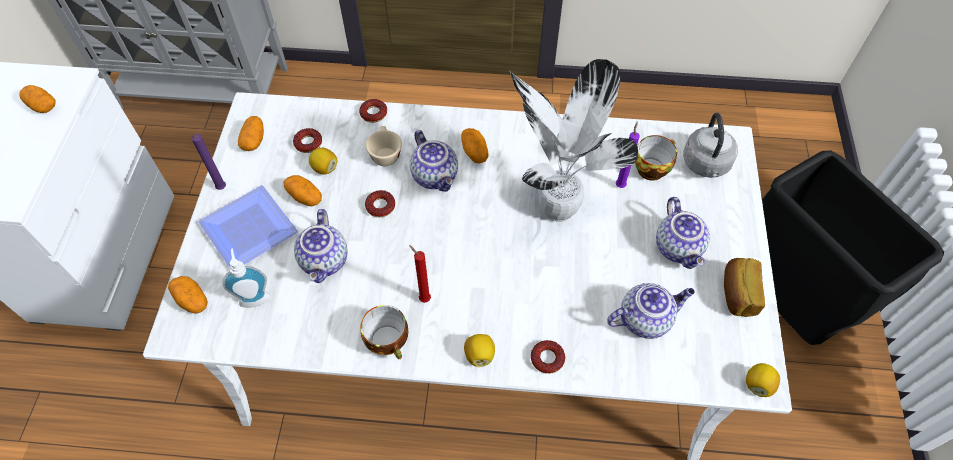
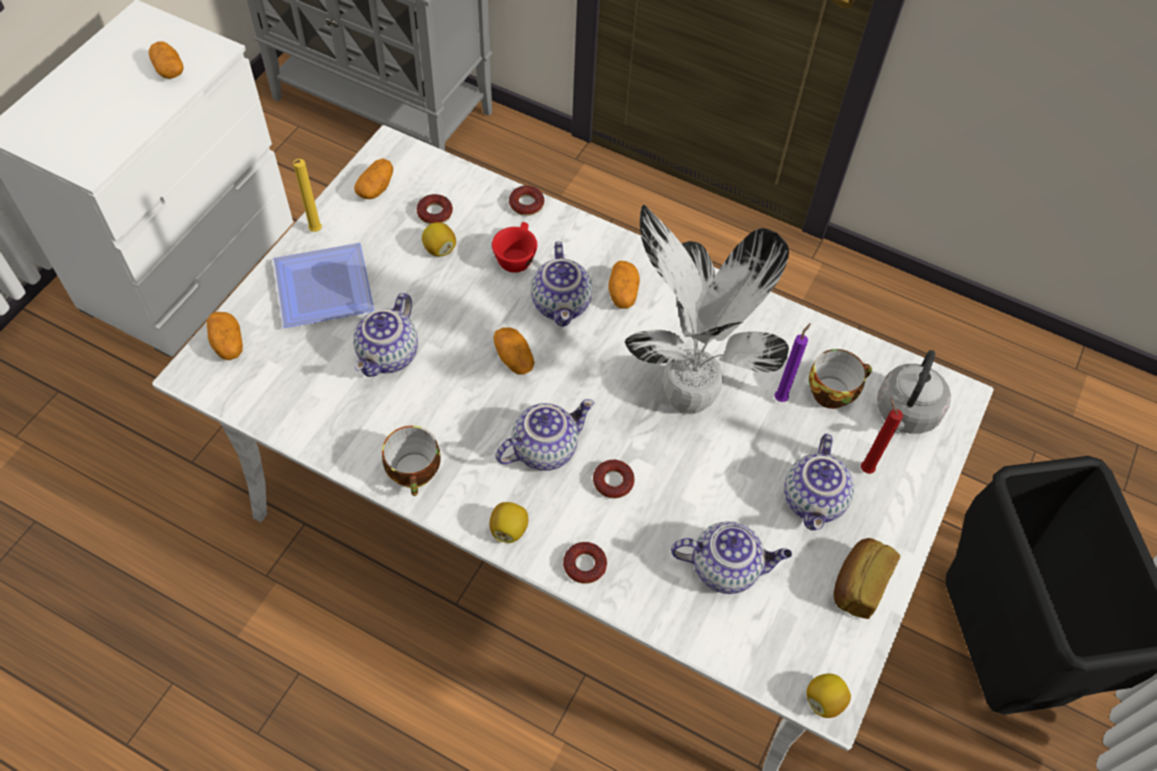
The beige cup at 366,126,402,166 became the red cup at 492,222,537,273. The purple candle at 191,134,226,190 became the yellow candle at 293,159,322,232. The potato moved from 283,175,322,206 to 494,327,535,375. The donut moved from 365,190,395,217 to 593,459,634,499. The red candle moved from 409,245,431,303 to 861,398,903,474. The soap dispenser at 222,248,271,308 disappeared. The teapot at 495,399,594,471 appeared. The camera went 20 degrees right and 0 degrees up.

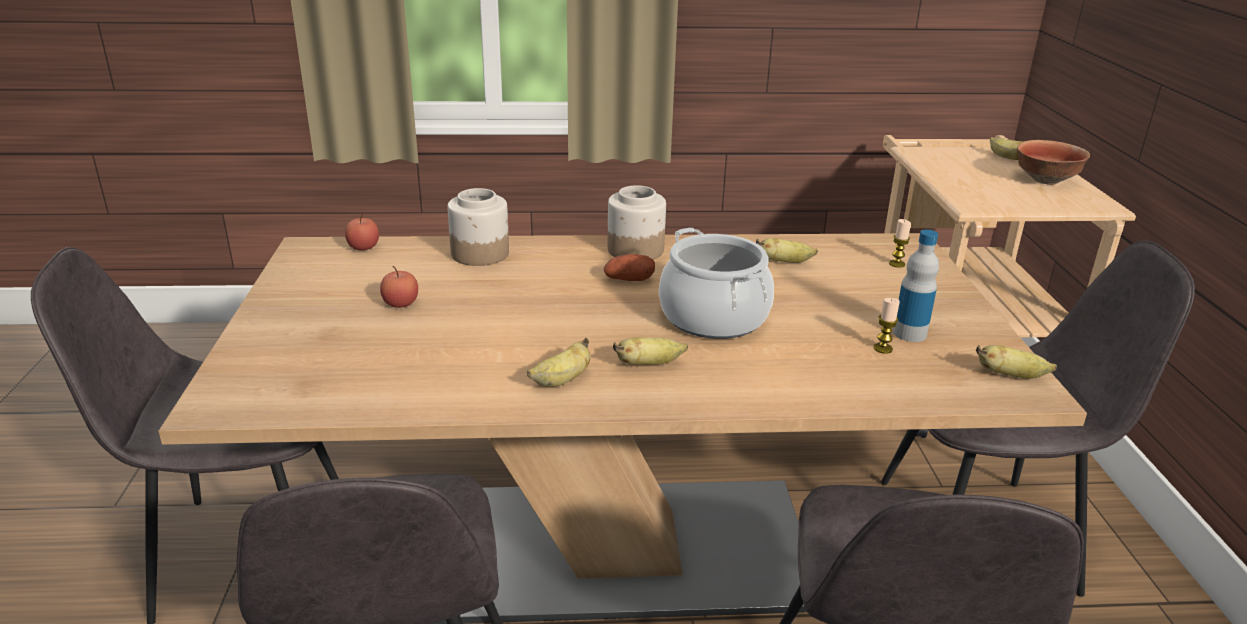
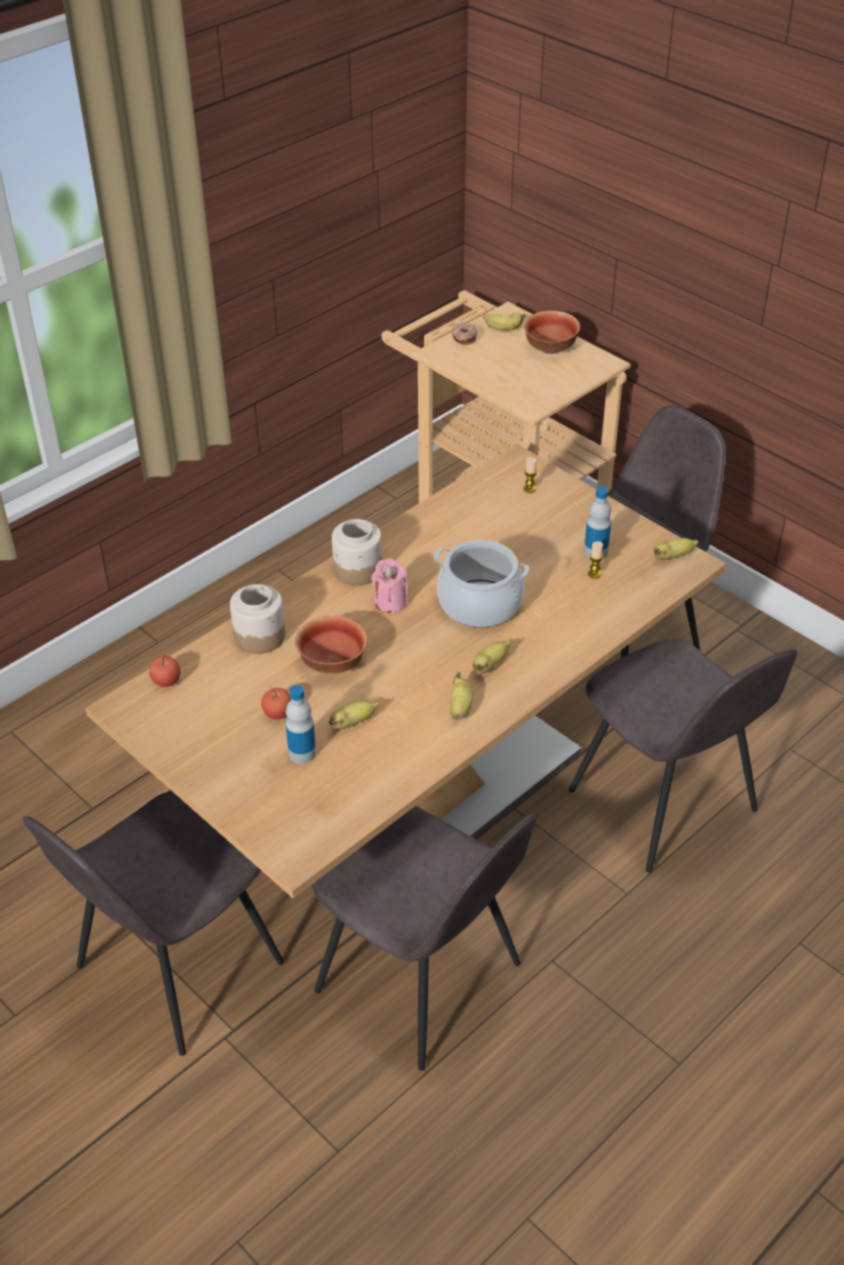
The banana moved from 756,238,818,263 to 329,700,379,729. The potato at 604,254,655,281 was replaced by the pink candle at 371,558,409,613. The donut at 452,322,478,345 appeared. The bowl at 295,616,368,674 appeared. The bottle at 286,685,316,764 appeared. The camera went 40 degrees left and 15 degrees up.

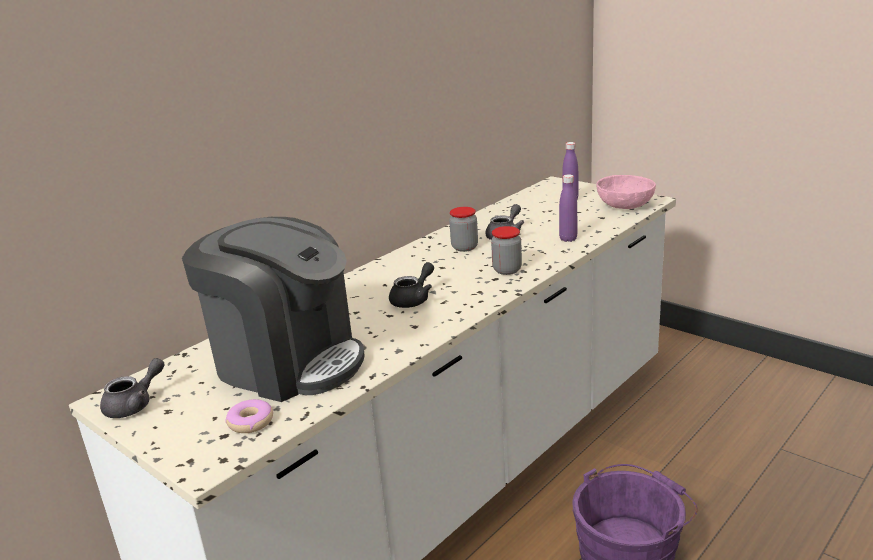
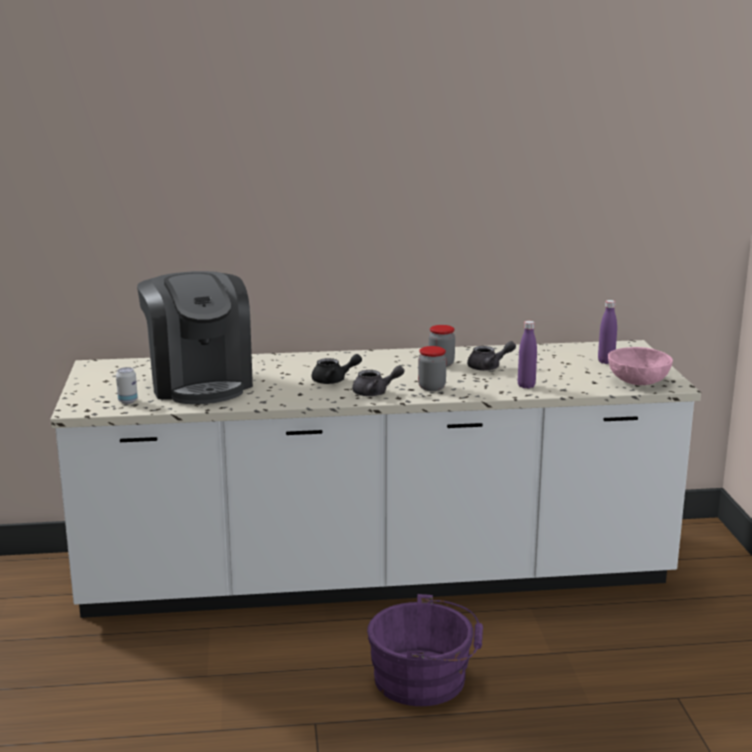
The grey teapot moved from 100,358,165,418 to 352,366,405,396. The donut at 225,399,273,433 was replaced by the can at 116,367,138,404. The camera went 40 degrees right and 5 degrees down.

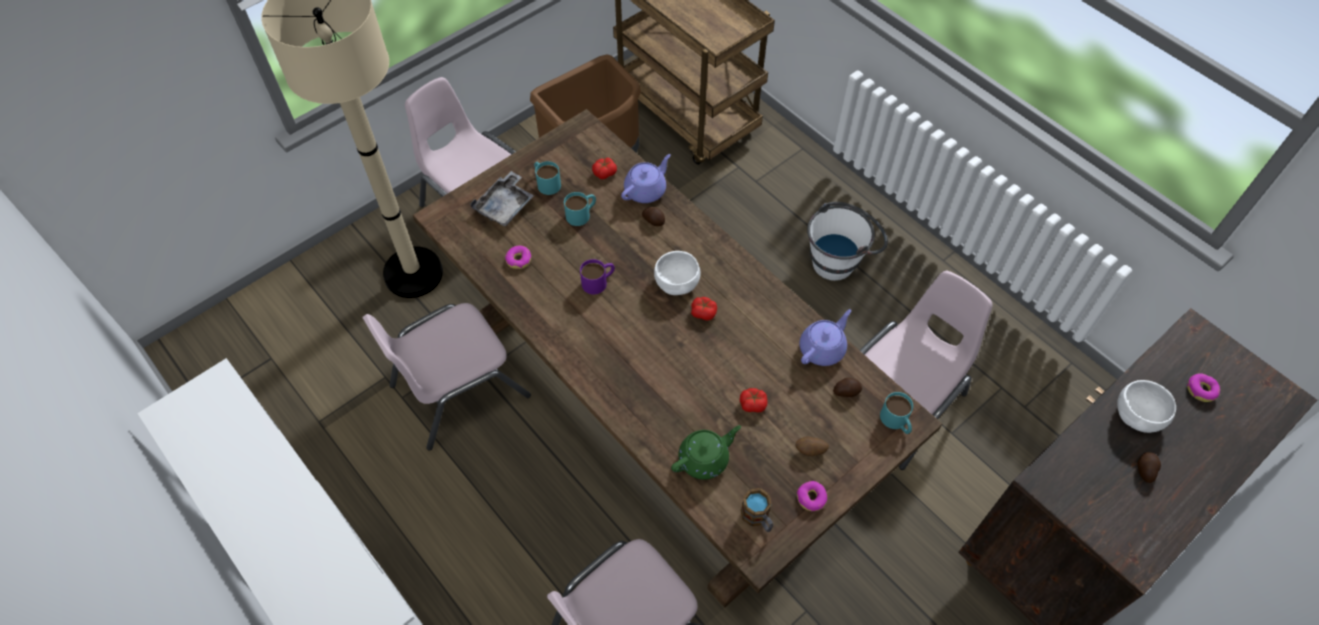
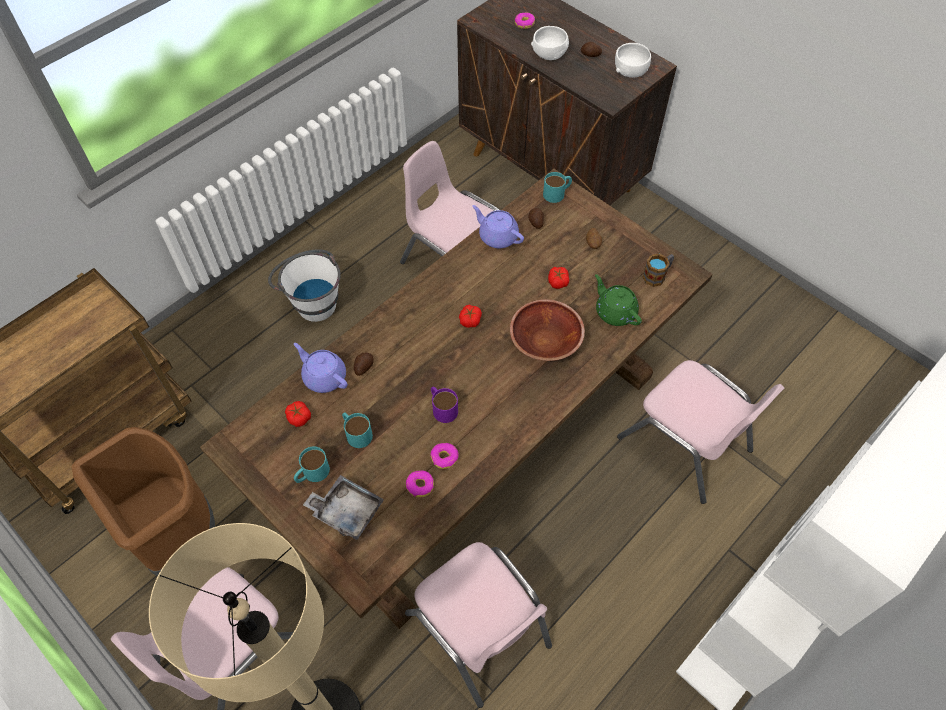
The white bowl moved from 654,251,701,295 to 615,43,651,78. The donut moved from 797,481,827,512 to 430,443,459,469. The brown bowl at 510,299,585,361 appeared. The camera went 95 degrees left and 0 degrees up.

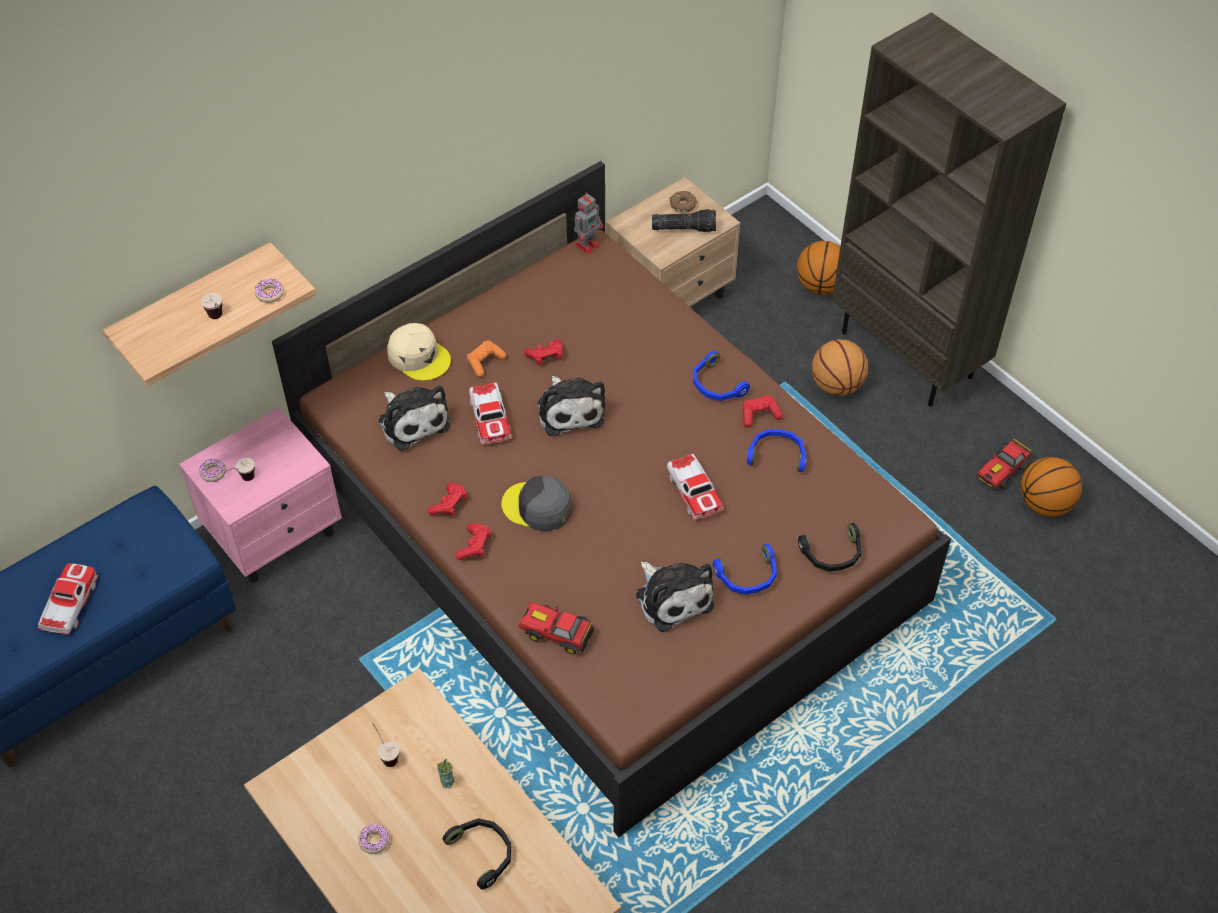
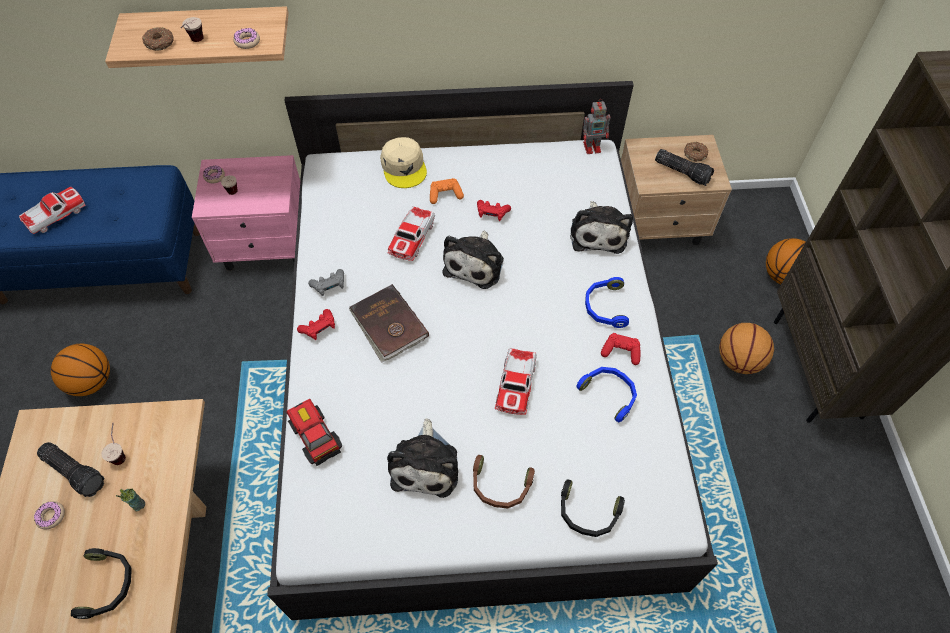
The brown bed at 272,161,951,837 became the white bed at 267,81,718,620. The plush toy moved from 378,386,450,451 to 570,201,633,254. The toy car at 976,438,1032,489 disappeared. The basketball moved from 1021,457,1082,517 to 51,344,110,396. The grey cap at 501,476,573,531 was replaced by the brown book at 349,284,429,363. The red game controller at 428,482,467,516 became the grey game controller at 308,269,344,296. The blue headphones at 713,544,777,595 became the brown headphones at 473,455,535,509. The donut at 142,27,174,51 appeared. The flashlight at 37,442,105,497 appeared. The camera went 35 degrees right and 5 degrees up.

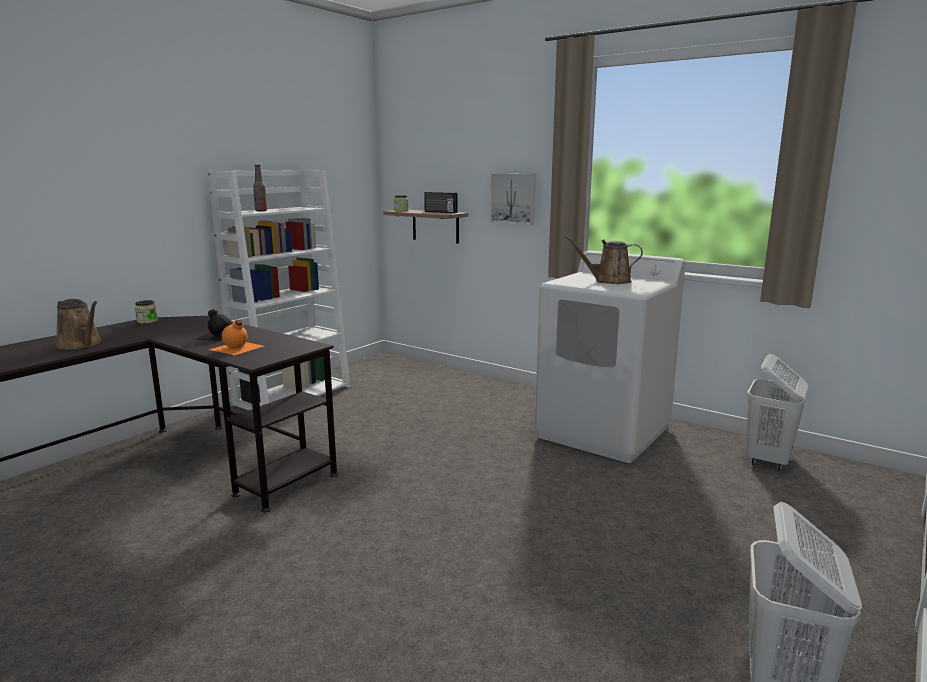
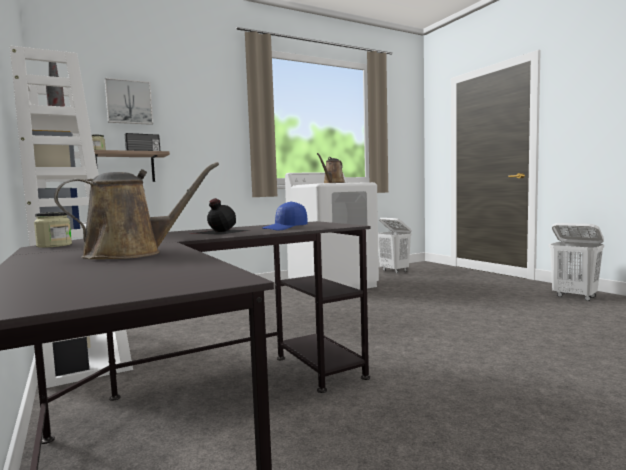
The picture moved from 490,173,536,224 to 105,78,153,125. The orange bottle at 209,320,263,355 was replaced by the blue cap at 263,201,308,230. The camera went 65 degrees left and 10 degrees down.

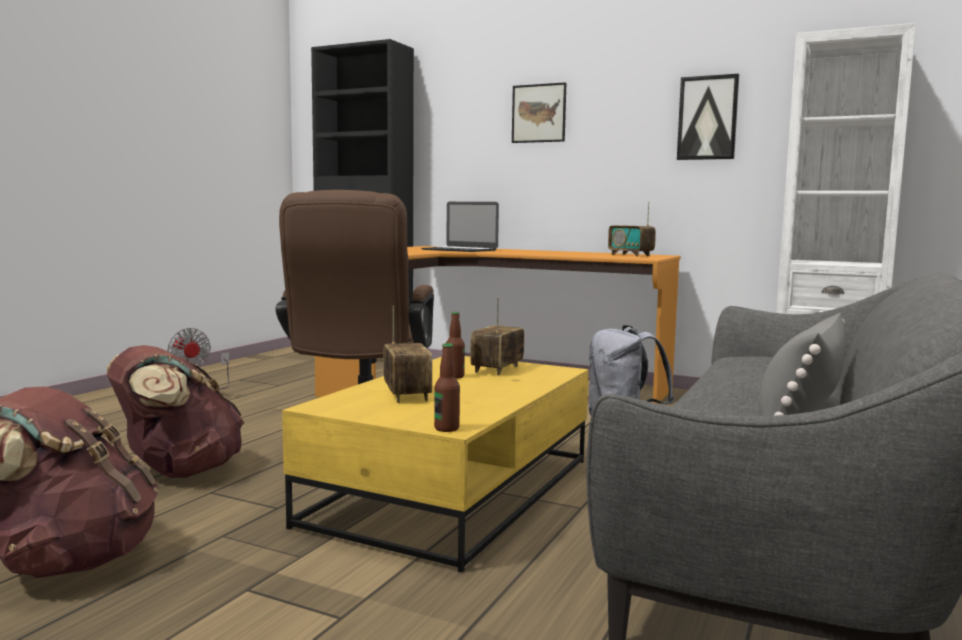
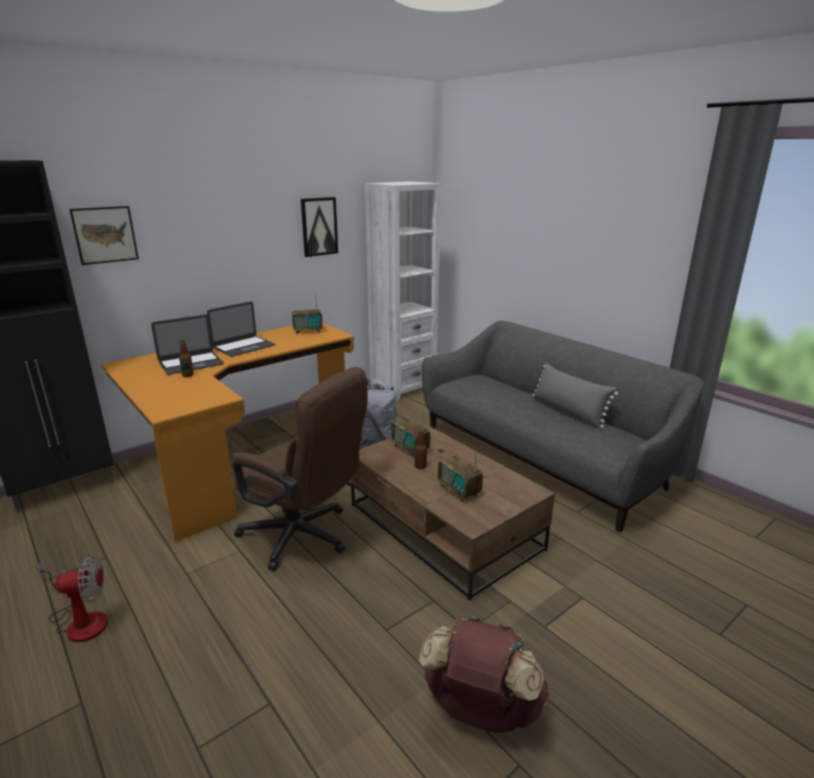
The picture moved from 512,82,566,143 to 69,206,139,265. The radio at 383,306,432,403 turned 135 degrees counterclockwise. The bottle moved from 434,343,460,432 to 179,338,194,377. The brown backpack at 106,345,244,478 disappeared. The yellow coffee table at 282,356,588,573 became the brown coffee table at 350,424,555,601. The laptop at 207,302,276,357 appeared. The camera went 65 degrees left and 15 degrees up.

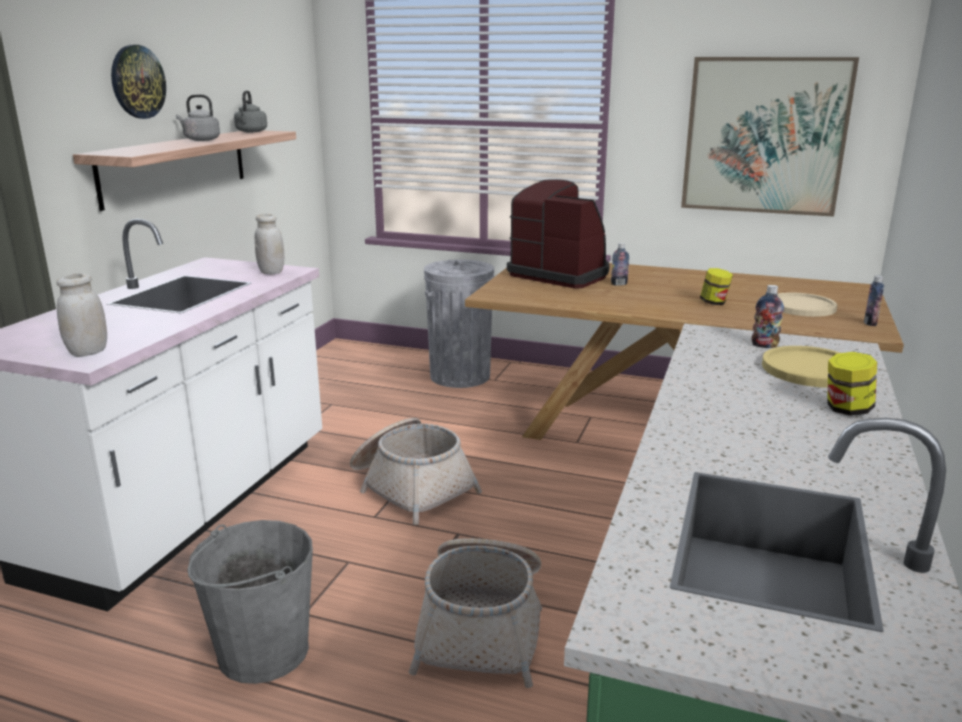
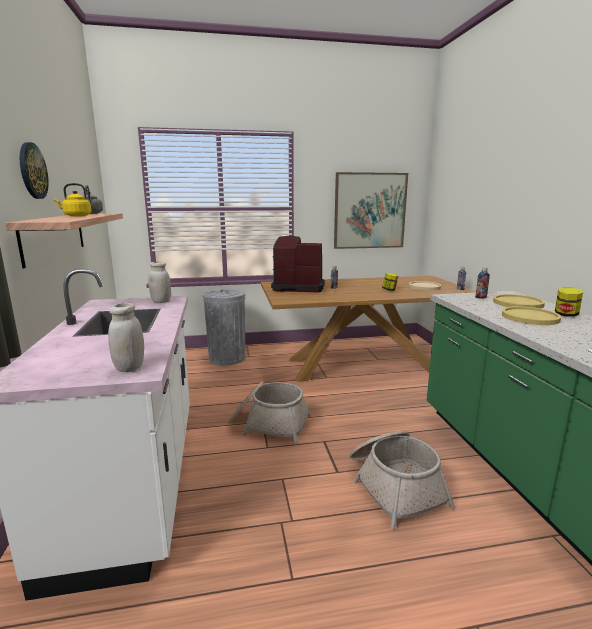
The grey kettle at 176,94,220,141 became the yellow kettle at 54,183,91,217. The grey bucket at 187,520,313,684 disappeared. The yellow plate at 502,306,561,325 appeared. The camera went 30 degrees left and 5 degrees down.

